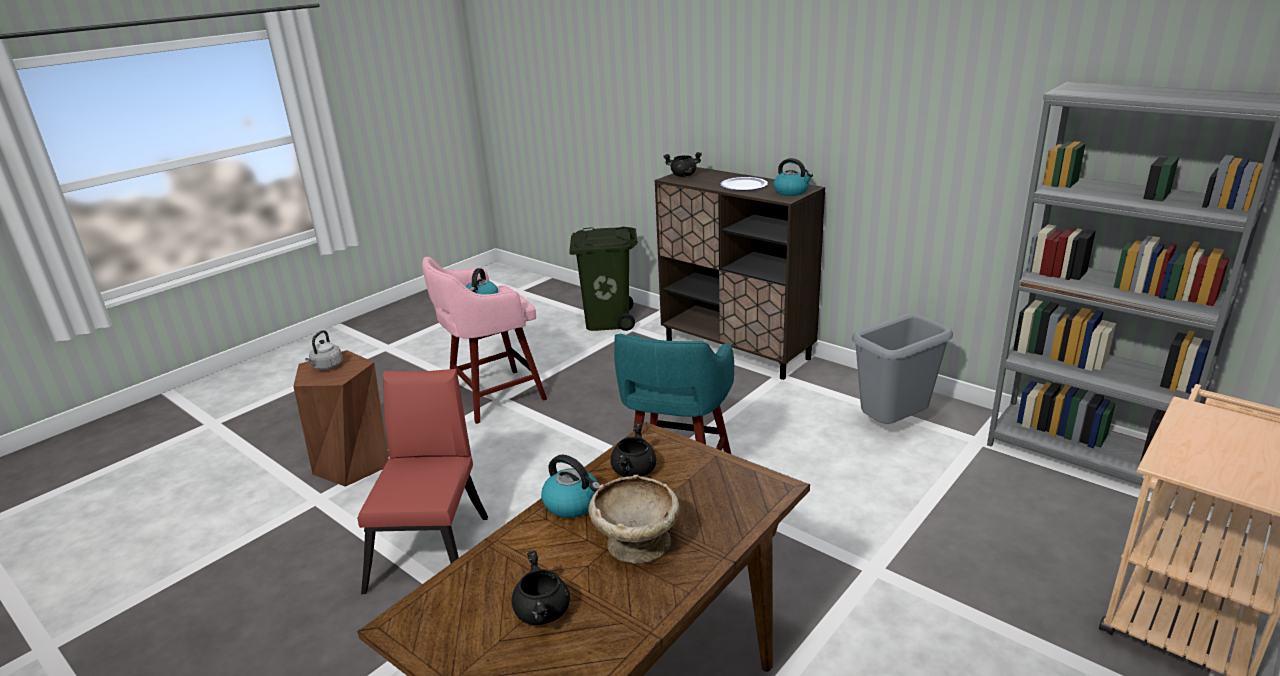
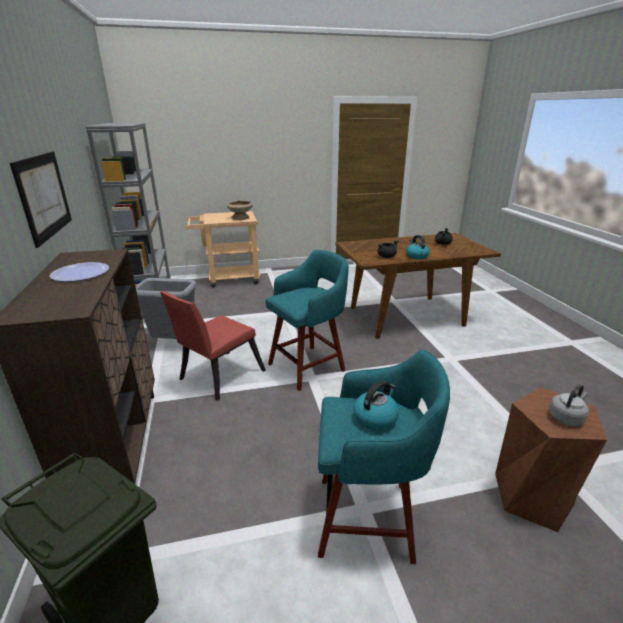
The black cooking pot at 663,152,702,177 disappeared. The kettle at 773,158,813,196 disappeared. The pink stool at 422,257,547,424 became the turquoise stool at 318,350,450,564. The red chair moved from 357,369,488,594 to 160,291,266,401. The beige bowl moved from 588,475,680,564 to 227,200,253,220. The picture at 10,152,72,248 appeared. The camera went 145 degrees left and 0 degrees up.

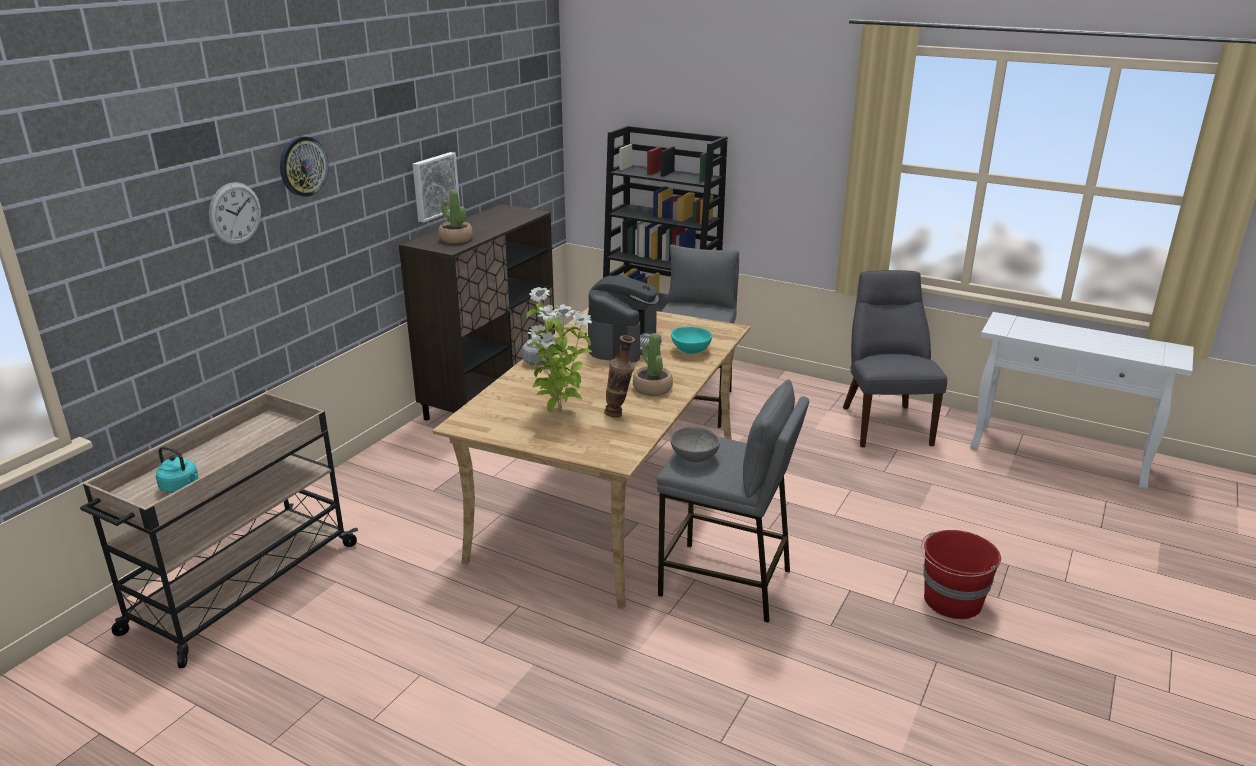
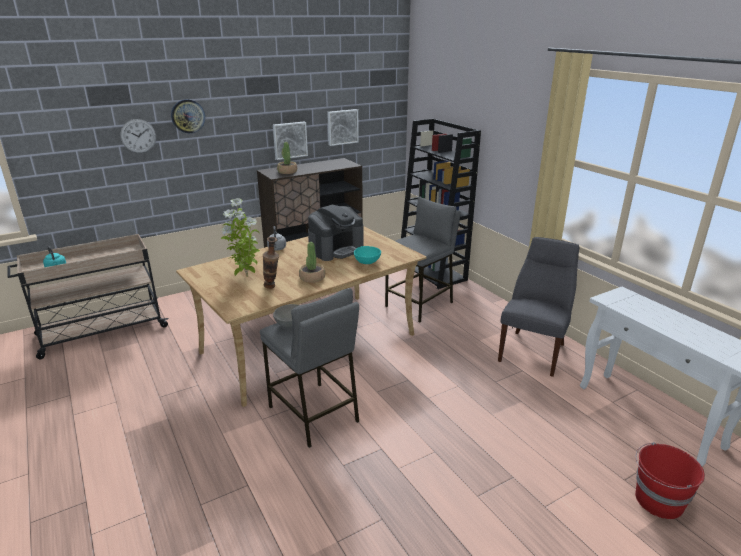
The red bucket moved from 921,530,1001,619 to 635,442,705,519. The picture at 327,109,359,146 appeared. The camera went 30 degrees right and 0 degrees up.

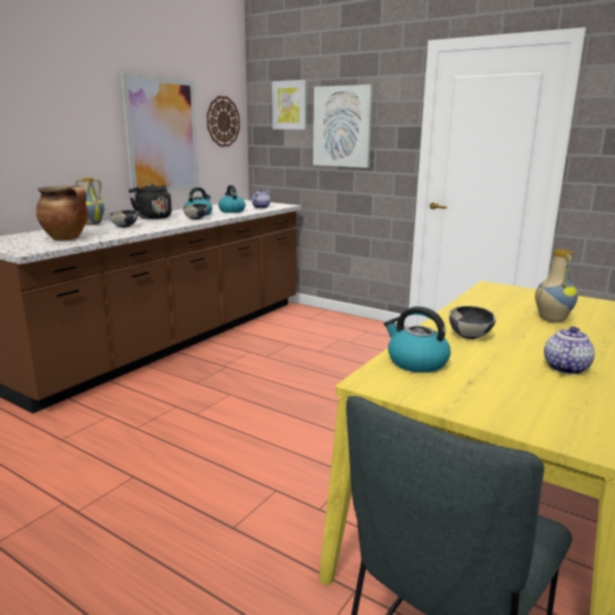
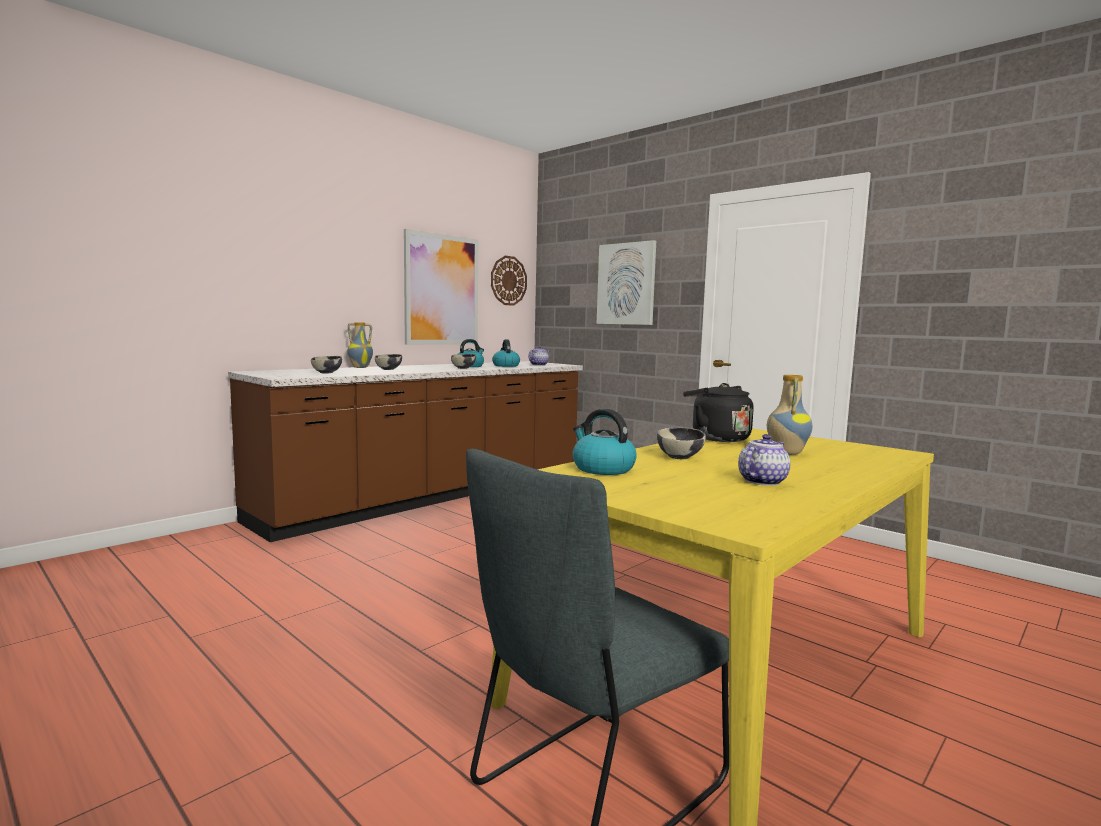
The picture at 272,80,307,130 disappeared. The black kettle moved from 129,184,172,219 to 683,383,754,442. The cooking pot at 36,186,89,240 was replaced by the bowl at 311,356,342,374. The camera went 10 degrees right and 10 degrees down.

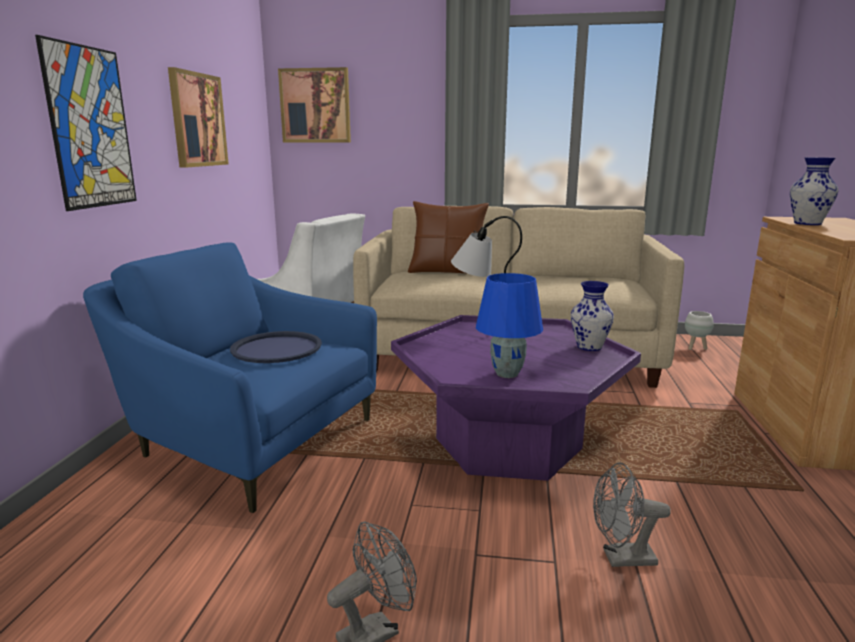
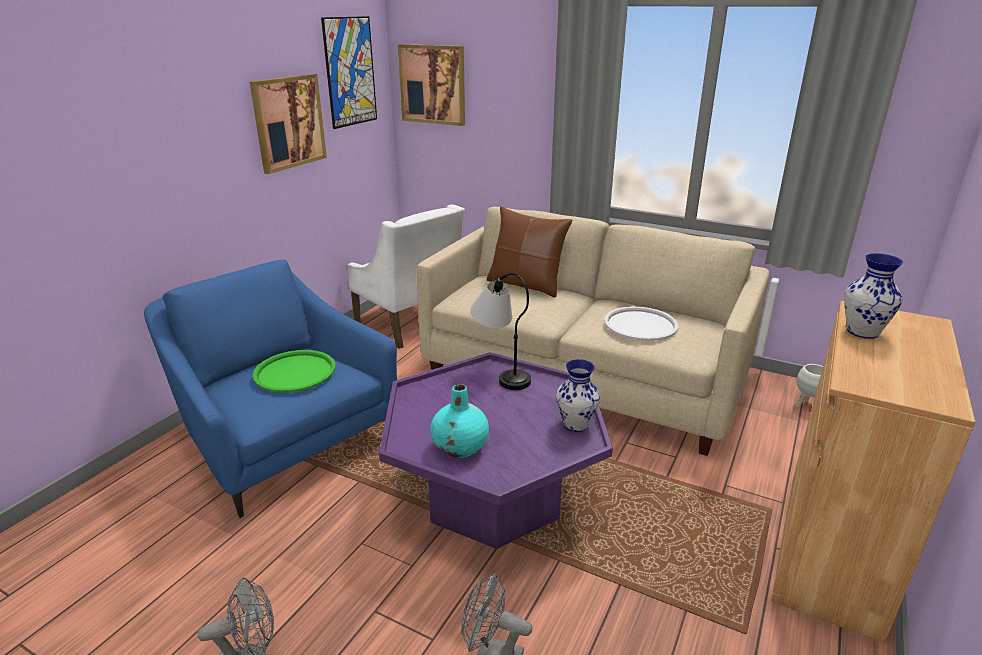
The picture moved from 35,35,137,211 to 321,16,377,129. The blue table lamp at 476,273,543,378 was replaced by the turquoise vase at 430,384,489,458. The blue tray at 230,331,322,363 became the green tray at 253,350,336,393. The white tray at 604,306,679,341 appeared. The camera went 20 degrees right and 10 degrees up.

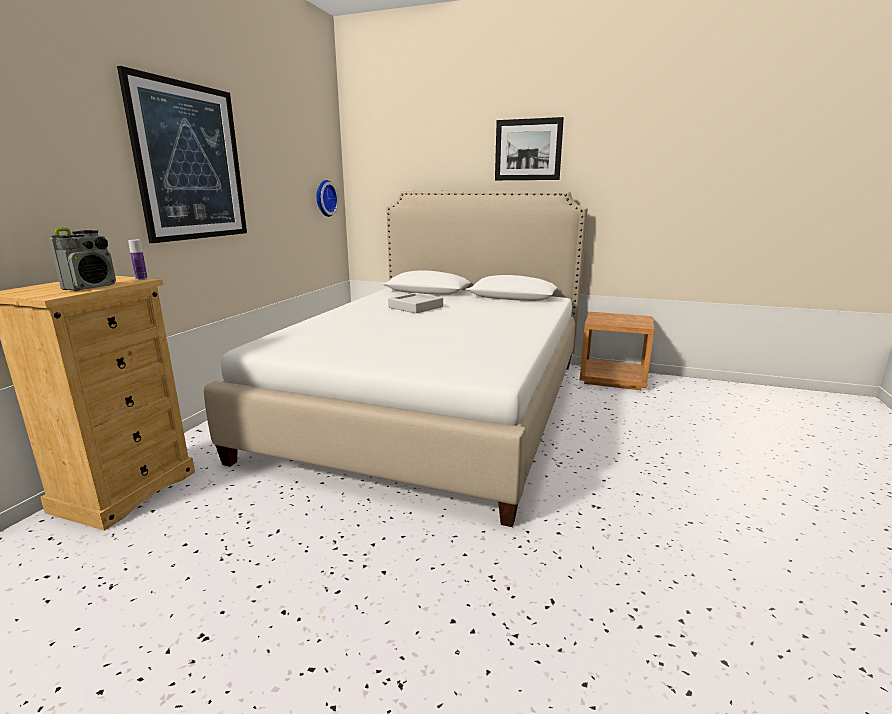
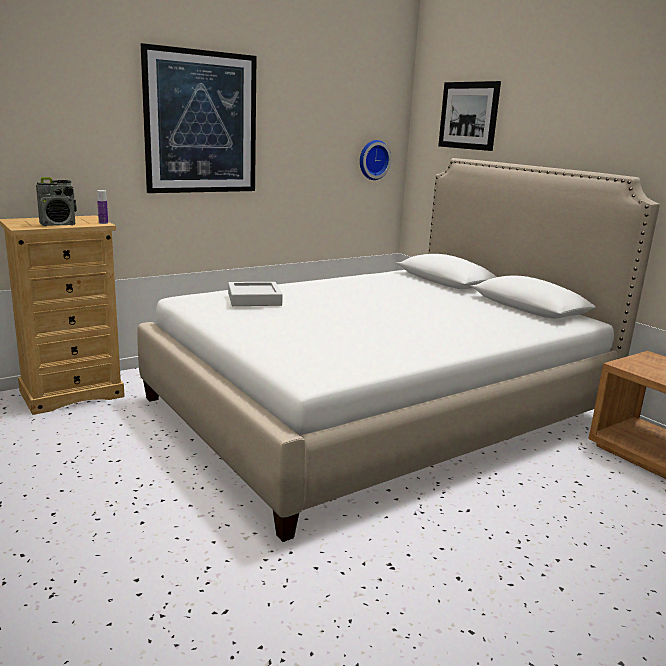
The picture moved from 495,117,564,180 to 438,81,501,151. The grey tray moved from 388,293,443,313 to 228,282,283,306. The camera went 35 degrees right and 0 degrees up.

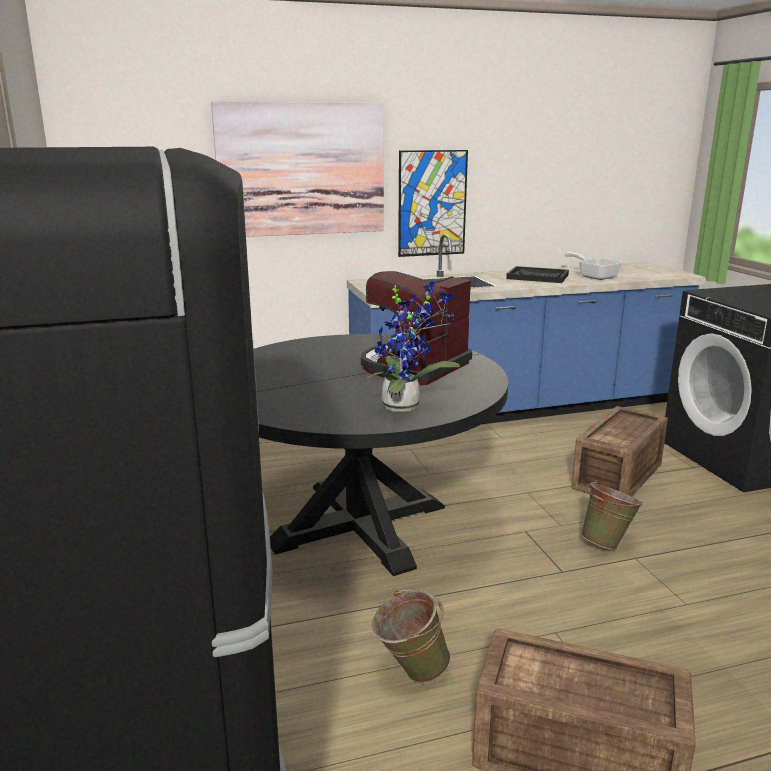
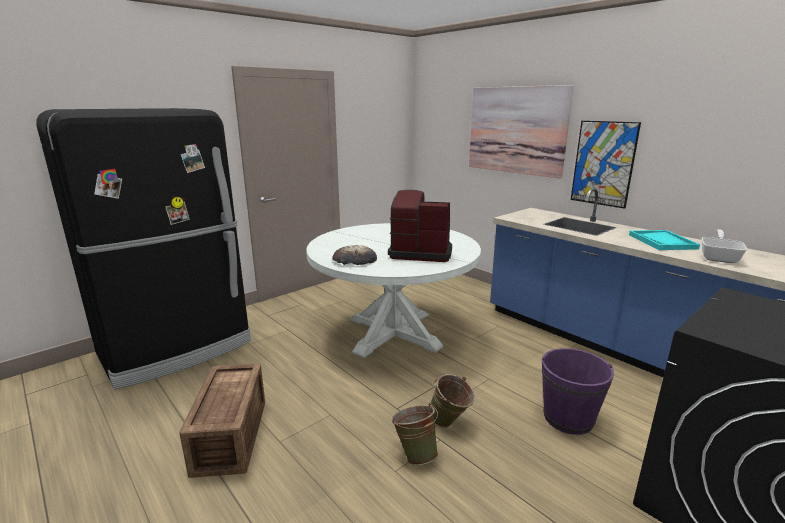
The black tray at 506,266,569,283 became the turquoise tray at 629,230,700,250. The potted plant at 366,281,460,412 was replaced by the bread at 332,245,377,265. The black dining table at 253,334,508,576 became the white dining table at 306,223,481,358. The crate at 571,406,668,496 was replaced by the purple bucket at 542,348,614,435. The green bucket moved from 372,590,451,683 to 391,403,438,465. The camera went 65 degrees right and 0 degrees up.

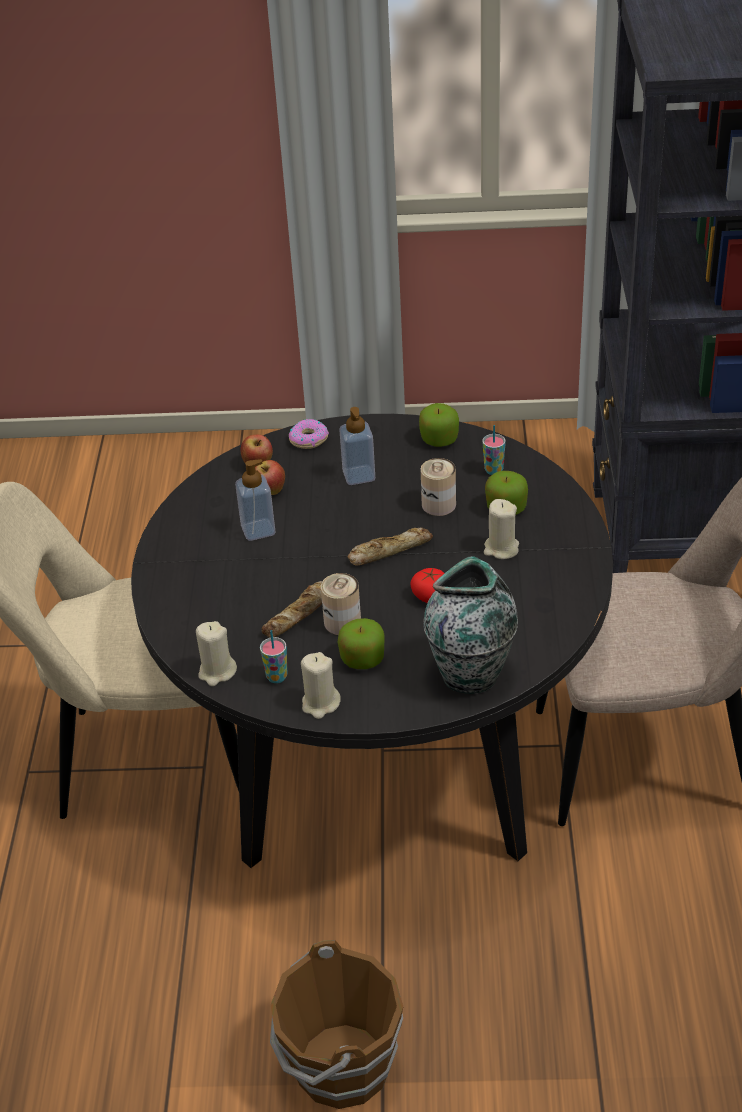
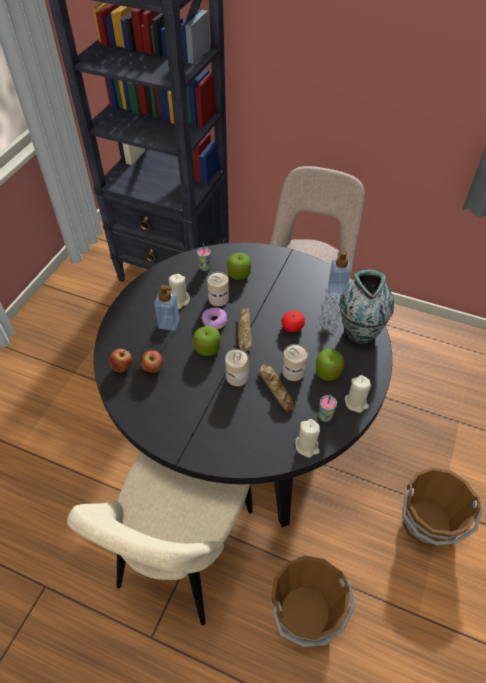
The apple moved from 419,403,459,447 to 193,326,221,356. The donut moved from 289,419,329,449 to 202,308,227,329. The soap dispenser moved from 235,459,276,541 to 328,248,351,296. The beige candle moved from 484,499,519,559 to 168,274,190,309. The can at 225,349,249,386 appeared. The brown bucket at 271,555,355,647 appeared. The camera went 70 degrees left and 10 degrees up.

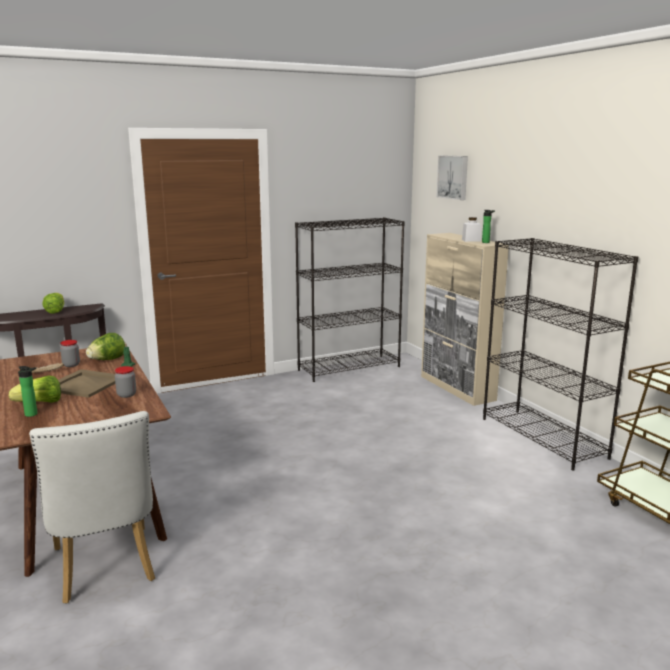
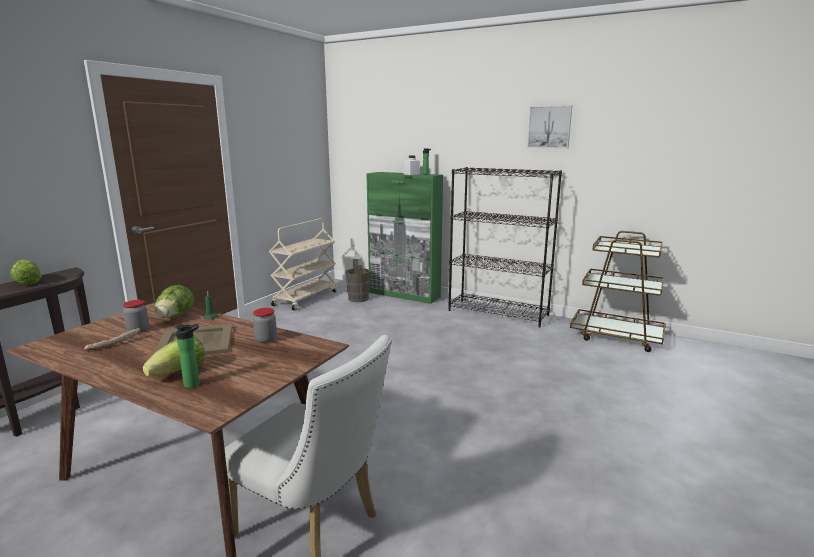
The picture moved from 436,155,468,200 to 527,105,572,149. The black bookcase at 295,217,405,382 was replaced by the beige cart at 269,218,337,311. The beige cabinet at 421,233,509,406 became the green cabinet at 366,172,443,304. The brown bucket at 346,259,370,302 appeared. The camera went 35 degrees left and 0 degrees up.

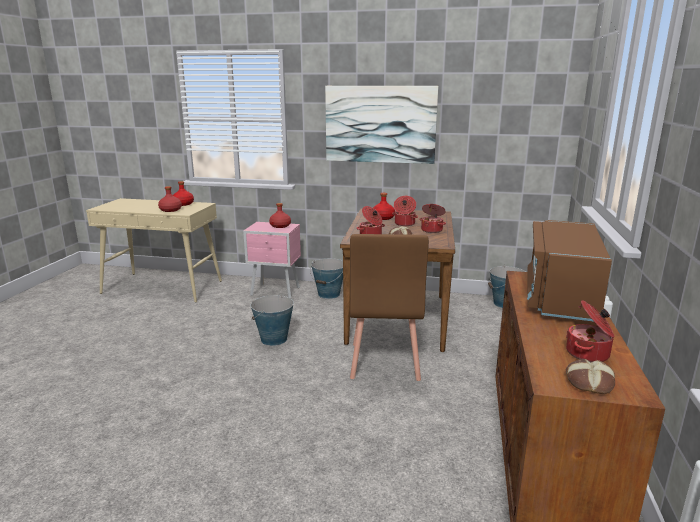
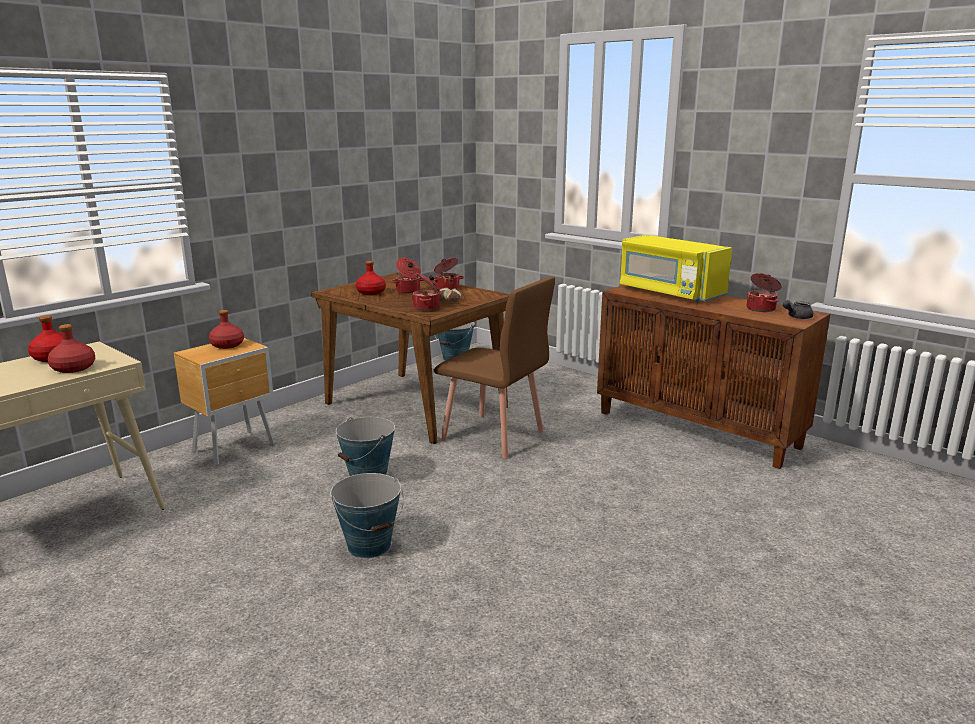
The picture at 325,86,439,164 disappeared. The brown microwave at 527,220,612,322 became the yellow microwave at 620,235,732,302. The pink nightstand at 243,222,301,298 became the brown nightstand at 174,338,275,466. The bucket moved from 310,258,343,299 to 330,473,404,558. The bread at 566,359,615,394 was replaced by the grey teapot at 783,300,813,319. The camera went 60 degrees left and 0 degrees up.

